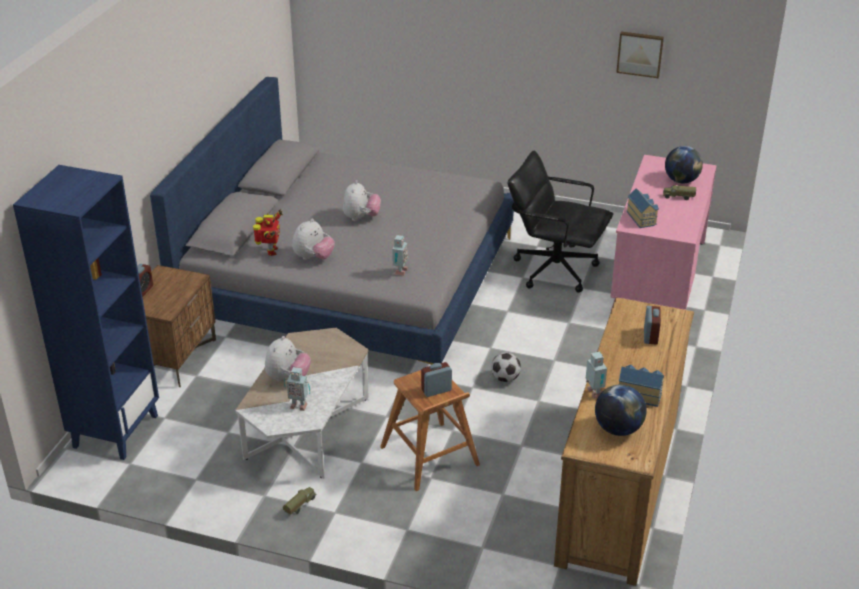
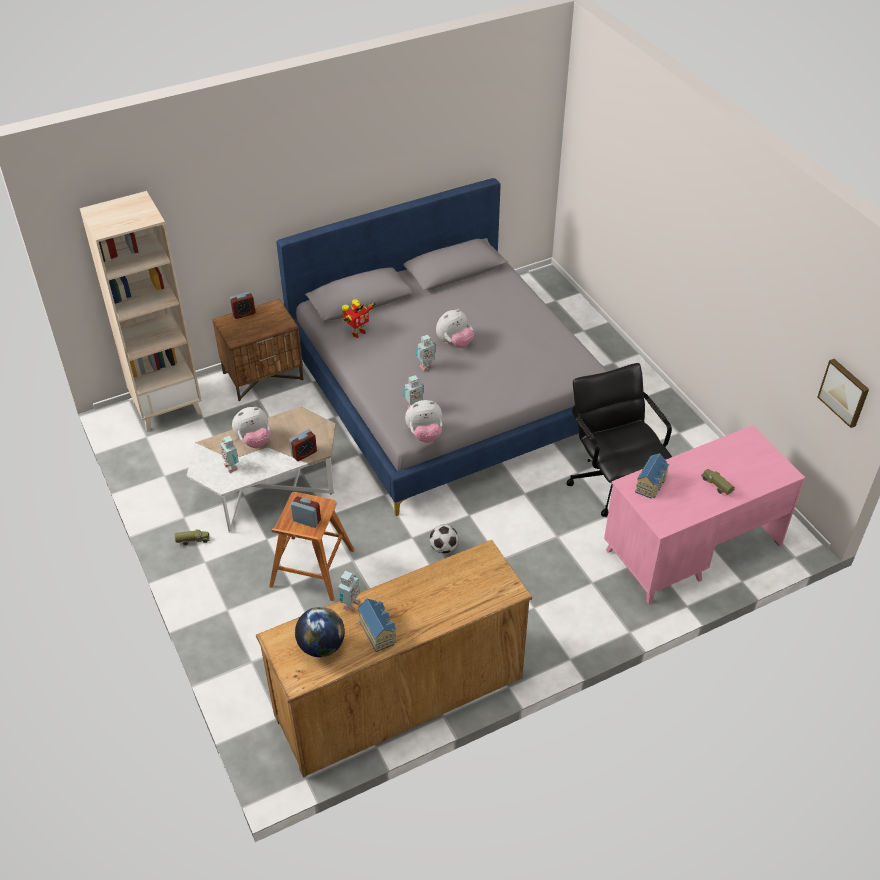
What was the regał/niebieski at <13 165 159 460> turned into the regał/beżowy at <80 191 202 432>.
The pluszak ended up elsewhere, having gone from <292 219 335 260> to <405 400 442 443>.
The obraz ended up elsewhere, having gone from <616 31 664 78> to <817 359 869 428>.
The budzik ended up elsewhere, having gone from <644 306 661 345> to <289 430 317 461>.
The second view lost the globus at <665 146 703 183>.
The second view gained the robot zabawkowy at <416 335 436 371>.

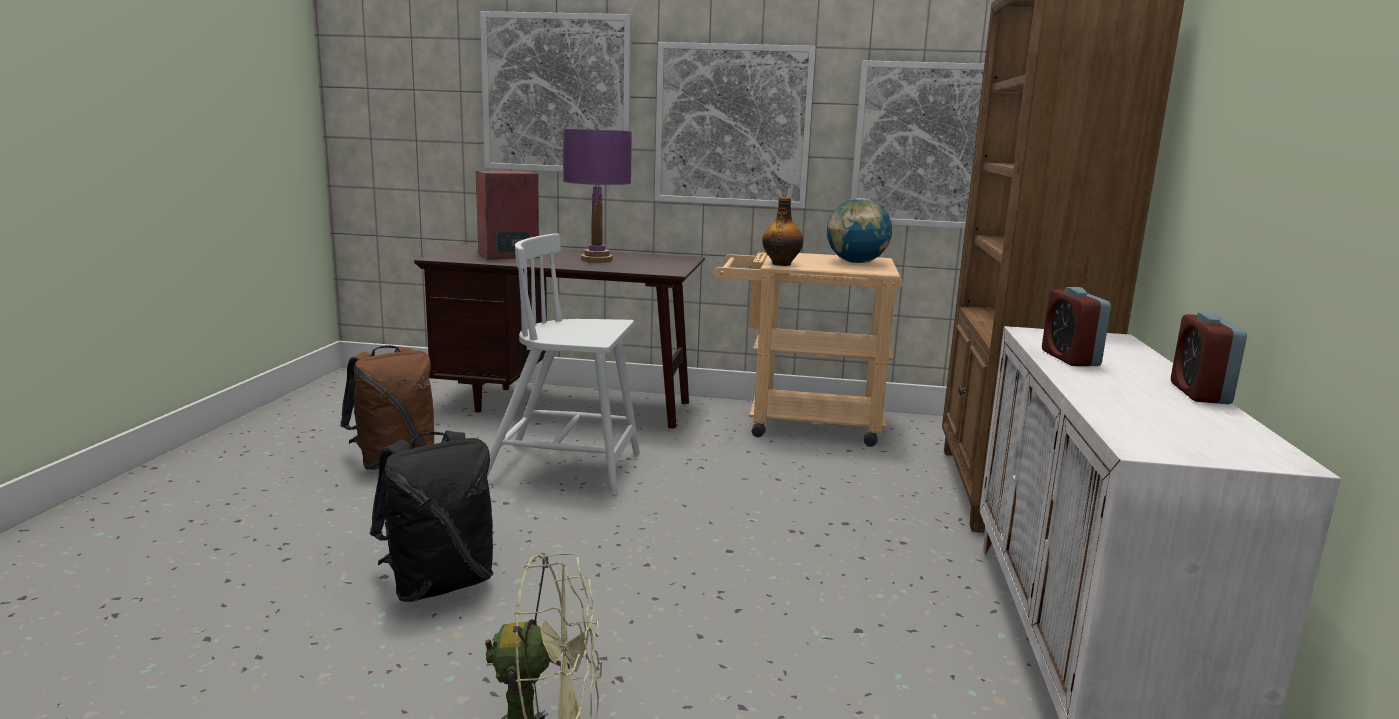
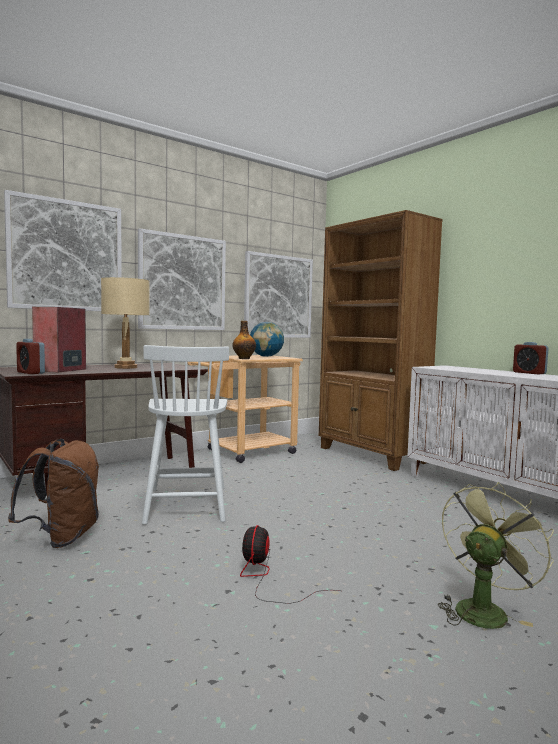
Where the plecak/czarny stood at <370 430 493 602>, the wentylator came to stand at <240 525 340 604>.
The krzesło/biały at <487 233 640 496> ended up facing another way, 60 degrees counterclockwise from before.
What was the lampa stołowa/fioletowy at <563 129 632 263> turned into the lampa stołowa/beżowy at <101 277 149 369>.
The budzik ended up elsewhere, having gone from <1042 287 1111 366> to <16 339 45 374>.

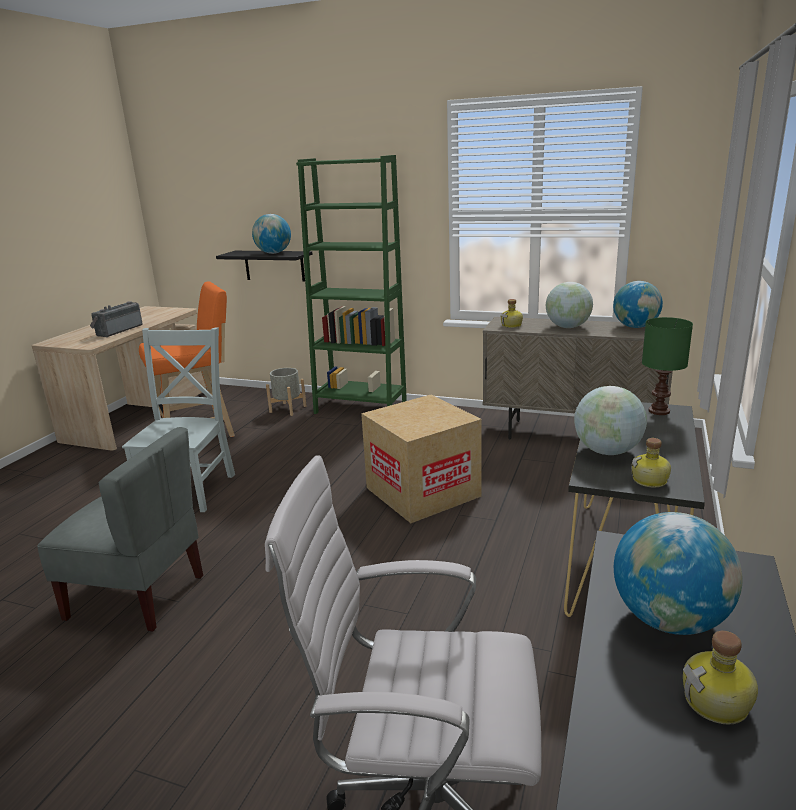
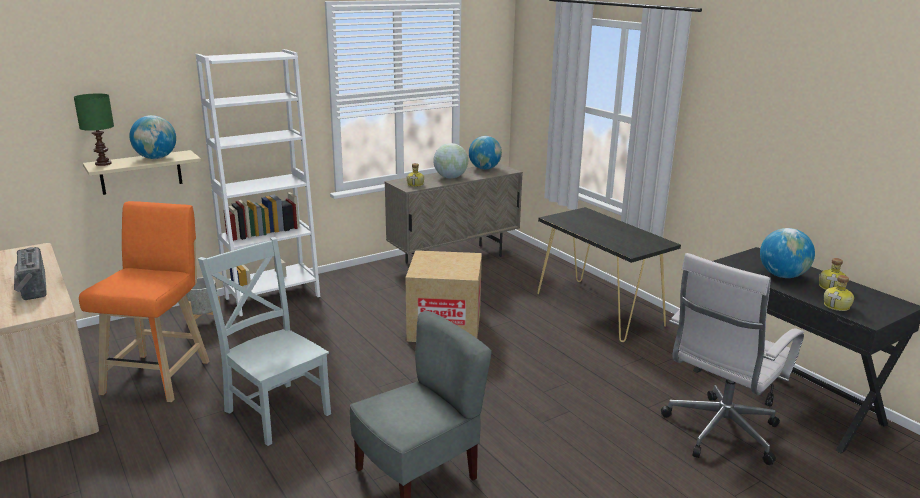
What was the półka/czarny at <216 251 313 282> turned into the półka/beżowy at <83 150 201 195>.
What was the regał/zielony at <296 155 407 414> turned into the regał/biały at <196 49 320 316>.
The second view lost the globus at <574 386 647 455>.
The butelka ended up elsewhere, having gone from <631 438 671 487> to <824 275 854 311>.
The lampa stołowa/zielony ended up elsewhere, having gone from <642 317 693 415> to <74 93 114 166>.

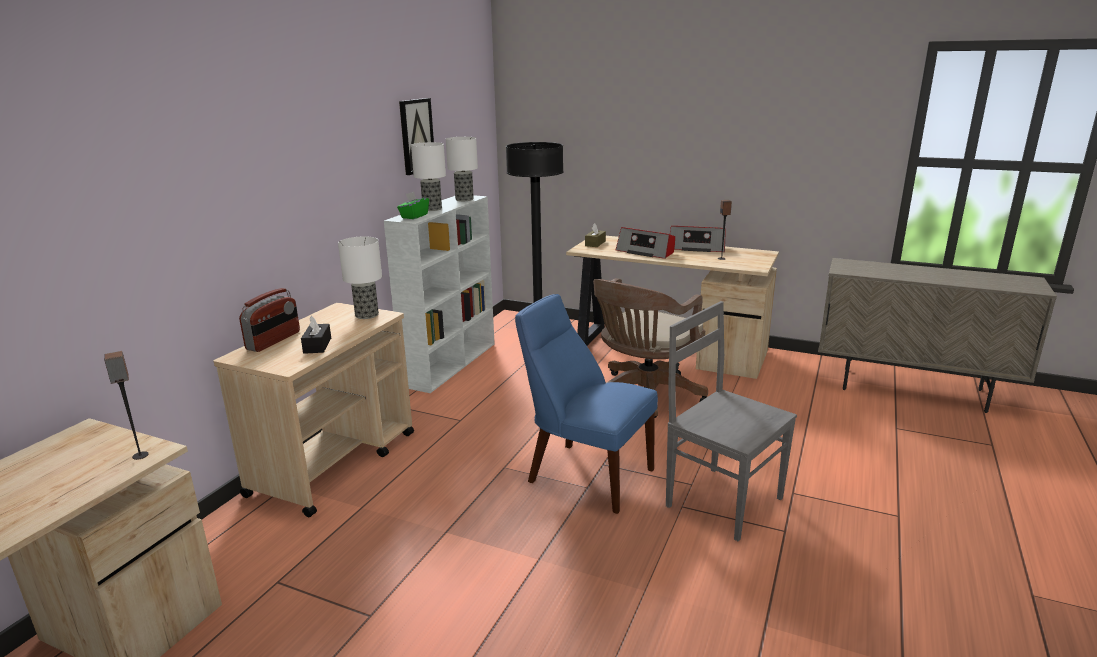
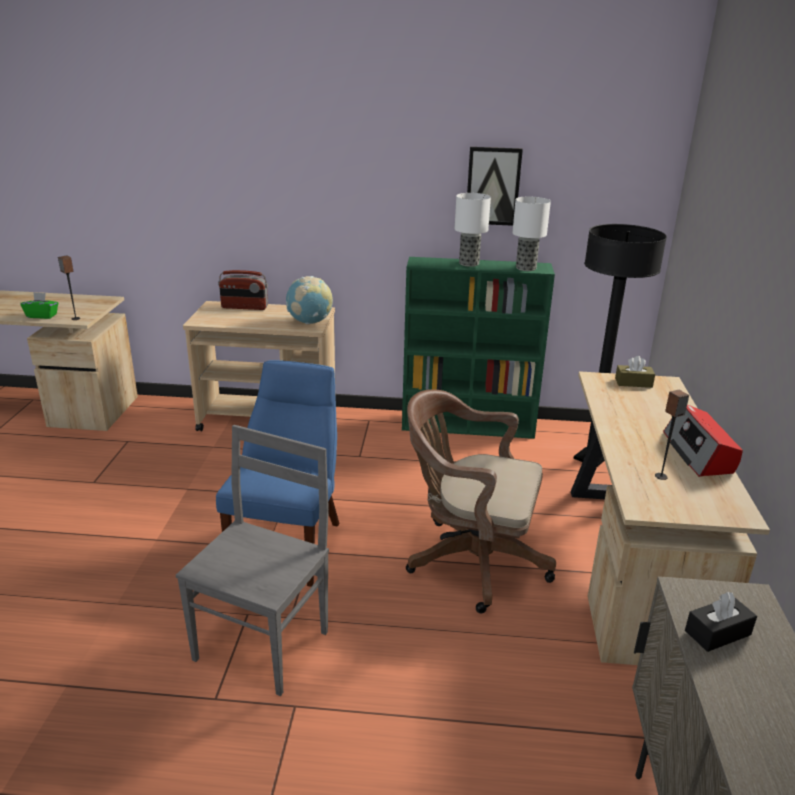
The pudełko chusteczek/czarny ended up elsewhere, having gone from <301 316 331 354> to <685 592 757 652>.
Where the lampa stołowa stood at <338 236 382 319>, the globus came to stand at <286 276 333 324>.
What was the regał/biały at <384 195 495 393> turned into the regał/zielony at <402 257 555 439>.
The pudełko chusteczek/zielony ended up elsewhere, having gone from <397 191 429 219> to <20 292 58 319>.
The second view lost the radio at <616 227 675 259>.

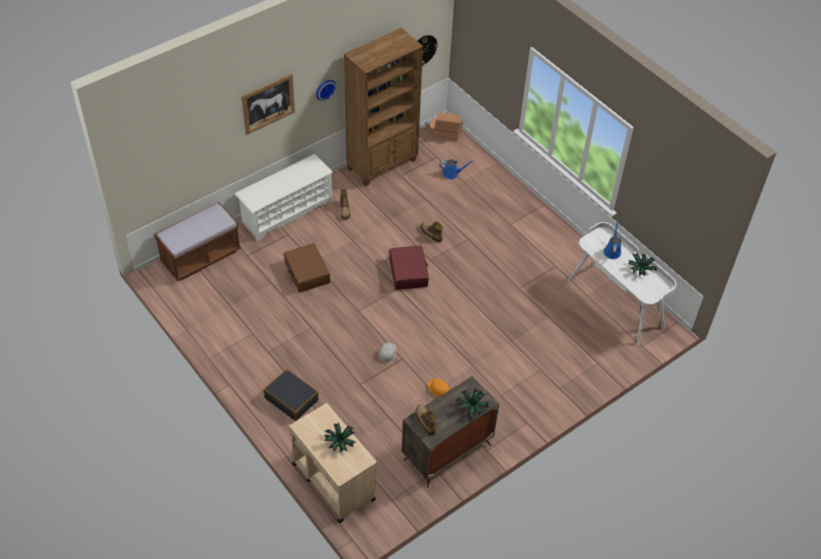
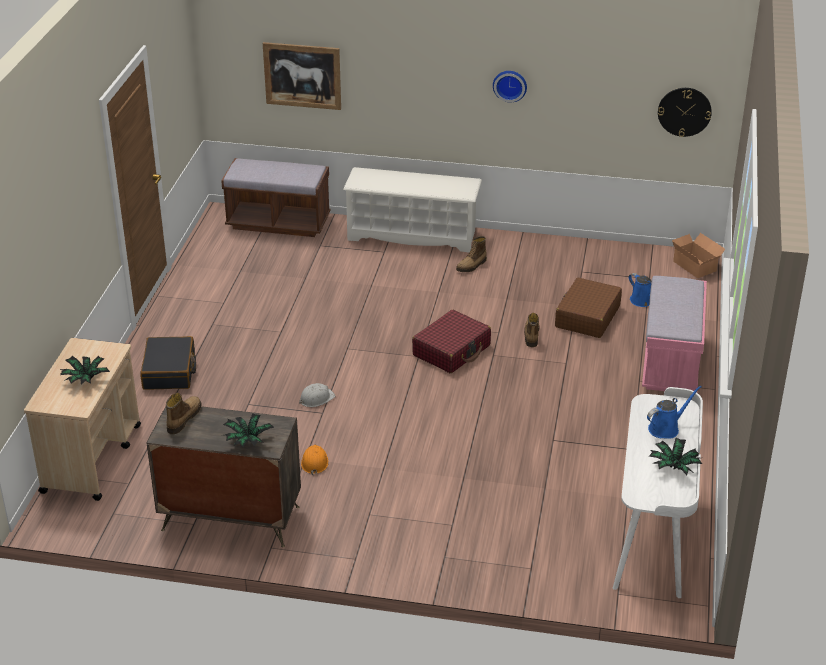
The obraz ended up elsewhere, having gone from <241 74 295 135> to <263 42 341 110>.
The walizka/brązowy ended up elsewhere, having gone from <284 243 330 292> to <555 278 622 338>.
The second view lost the regał/brązowy at <344 28 423 187>.
The second view gained the ławka/różowy at <642 276 707 393>.

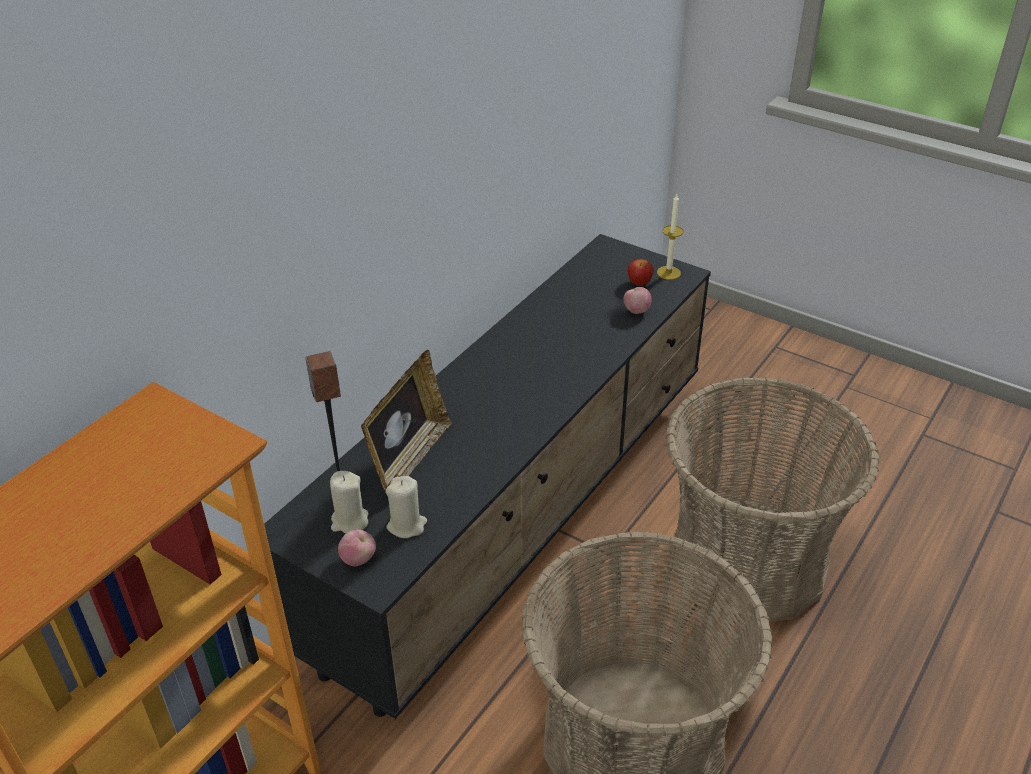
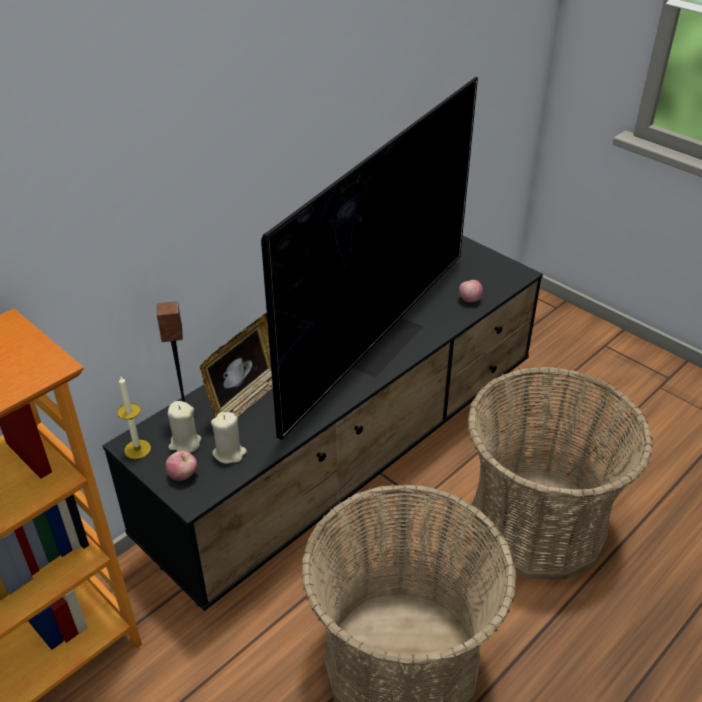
The second view lost the jabłko at <627 259 654 286>.
The świeca ended up elsewhere, having gone from <657 194 684 280> to <117 376 151 459>.
The second view gained the telewizor at <261 77 478 440>.

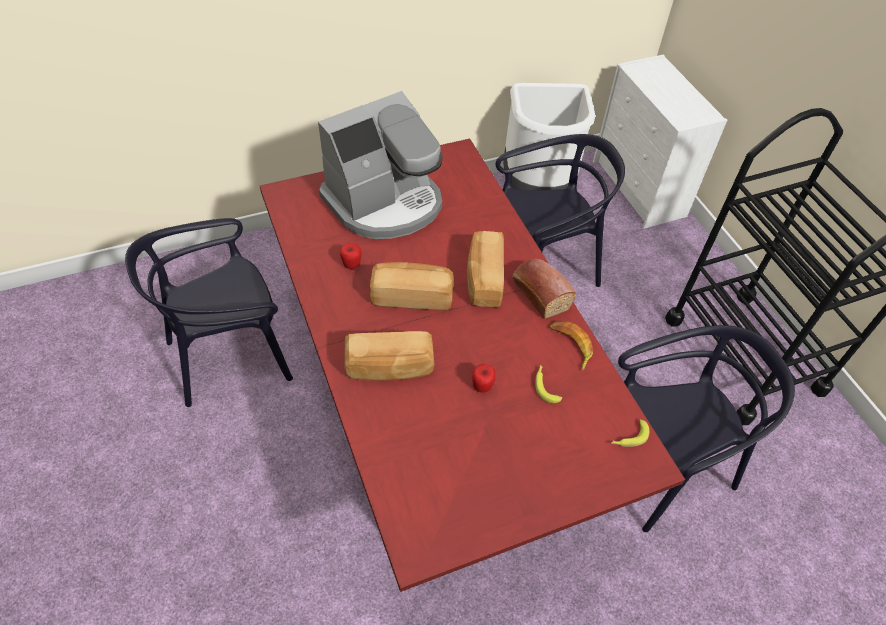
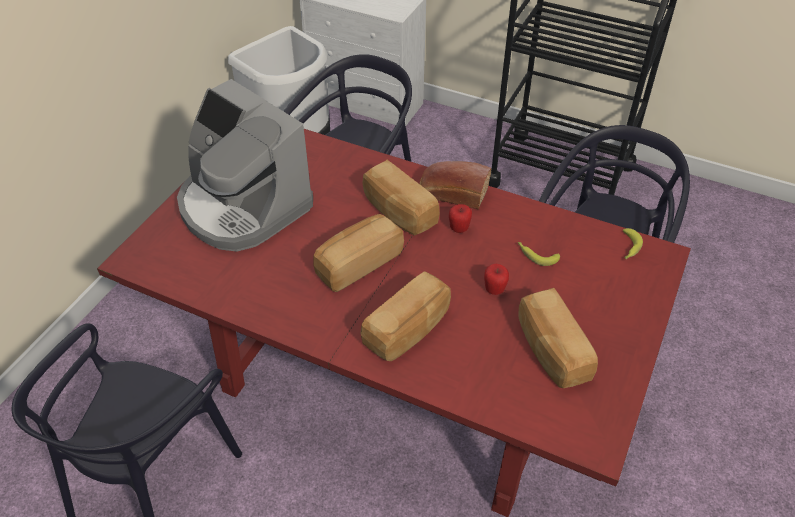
The ekspres do kawy at <318 91 443 239> ended up facing another way, 120 degrees clockwise from before.
The jabłko ended up elsewhere, having gone from <340 243 362 269> to <449 204 472 233>.
The second view lost the banan at <550 321 593 370>.
The second view gained the chleb at <519 288 598 388>.

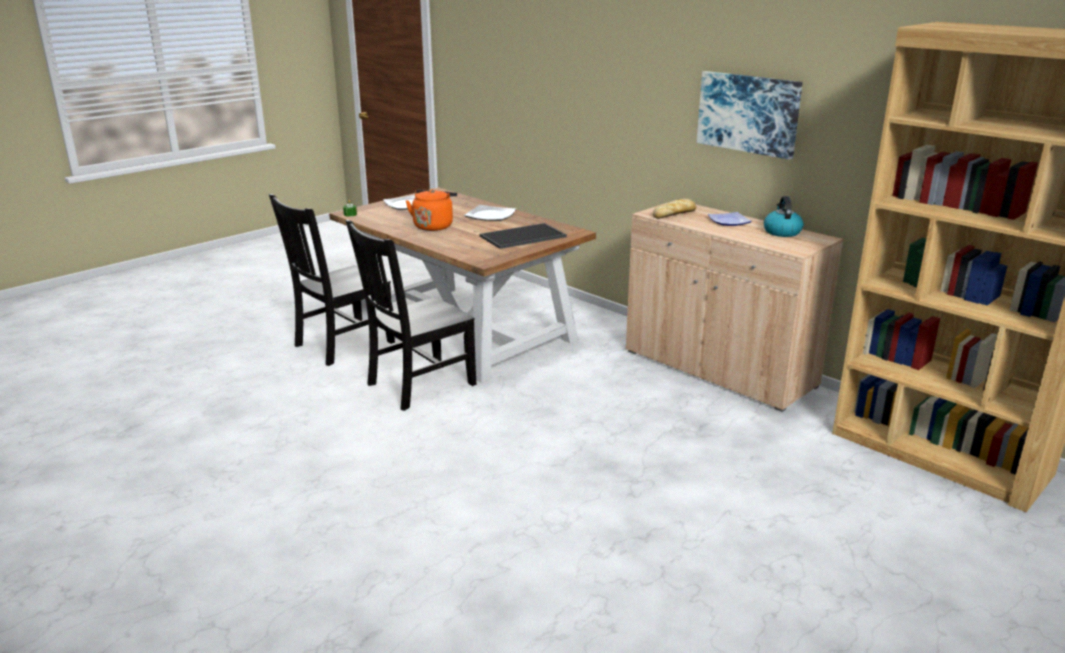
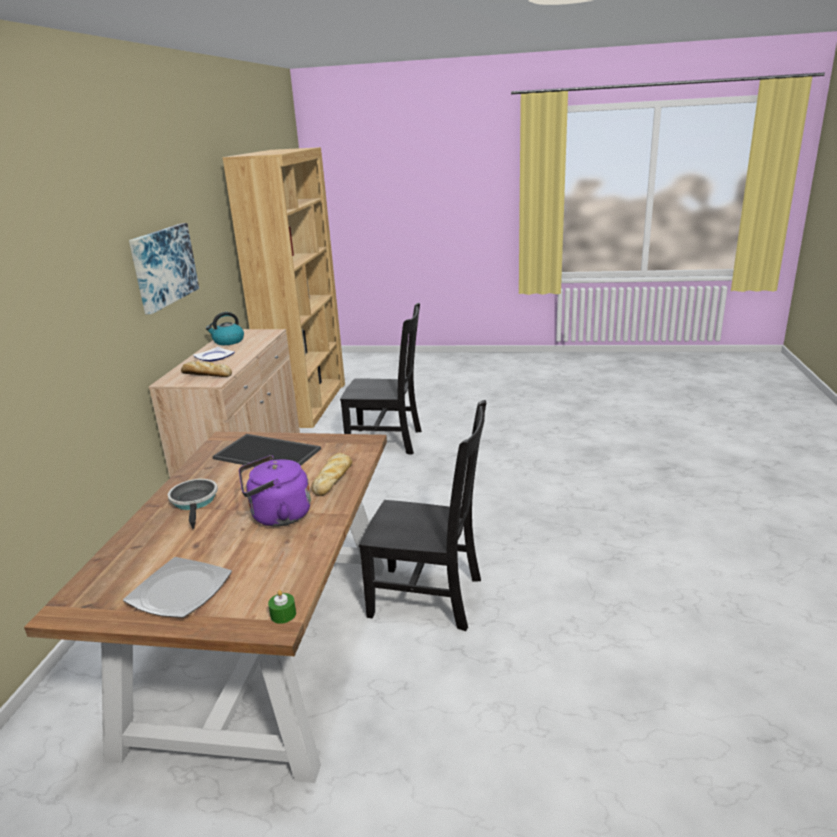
The krzesło/czarny ended up elsewhere, having gone from <269 194 395 366> to <340 303 422 455>.
What was the czajnik/pomarańczowy at <406 189 457 231> turned into the czajnik/fioletowy at <239 455 311 526>.
Where the talerz stood at <464 205 516 221>, the patelnia came to stand at <168 479 218 529>.
The second view gained the chleb at <312 453 352 496>.

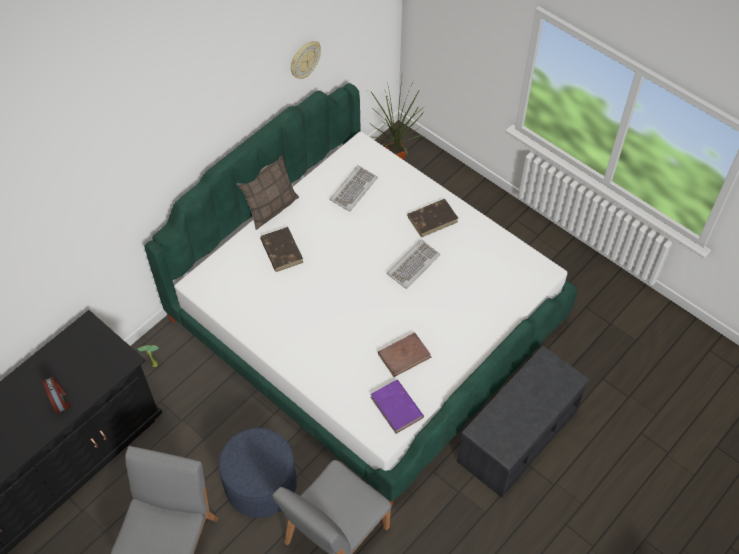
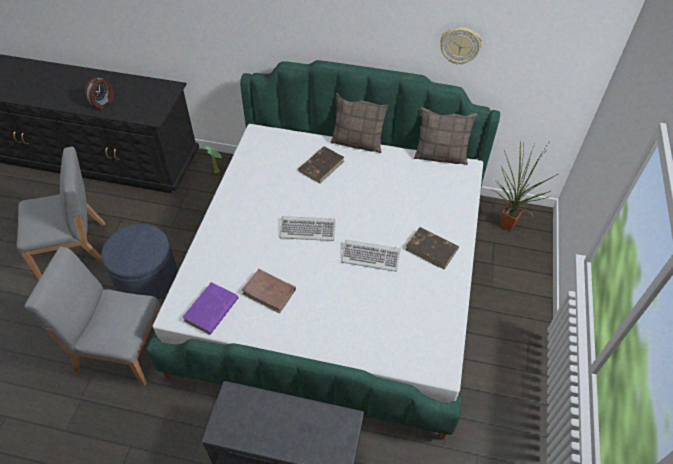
The klawiatura ended up elsewhere, having gone from <330 165 378 212> to <279 216 336 241>.
The second view gained the poduszka at <414 108 477 165>.

